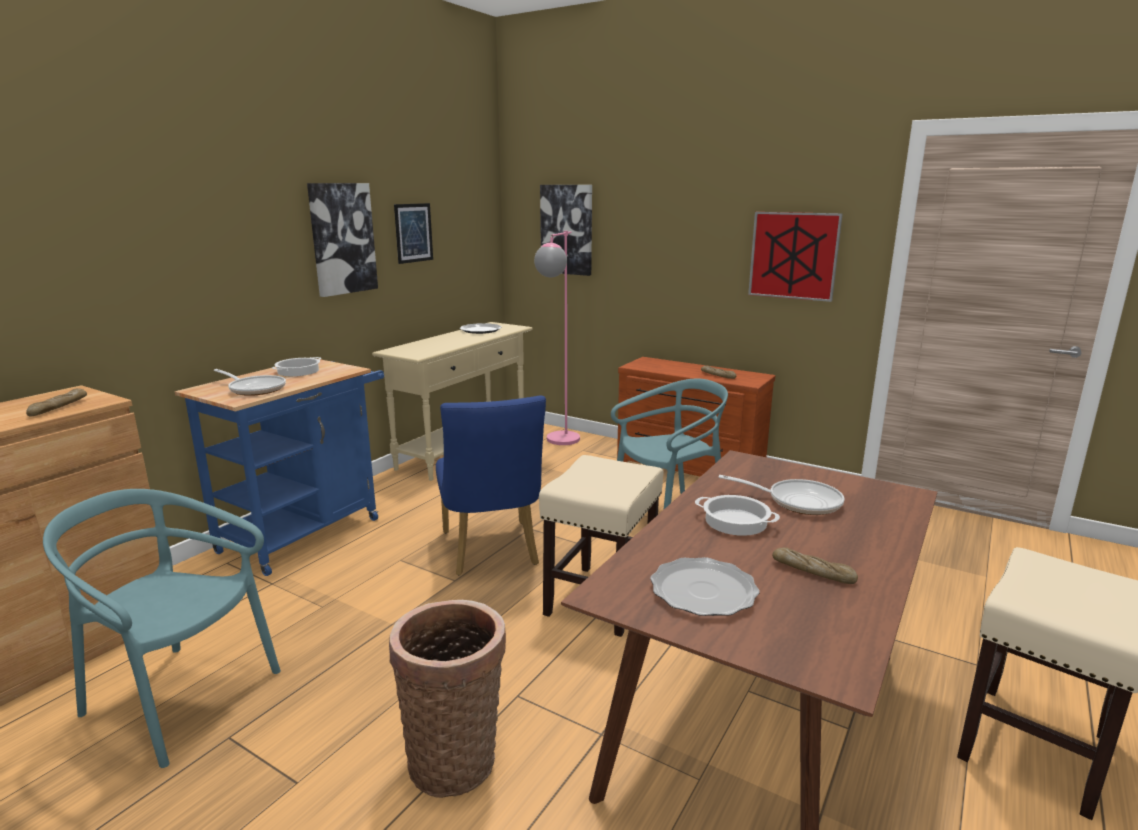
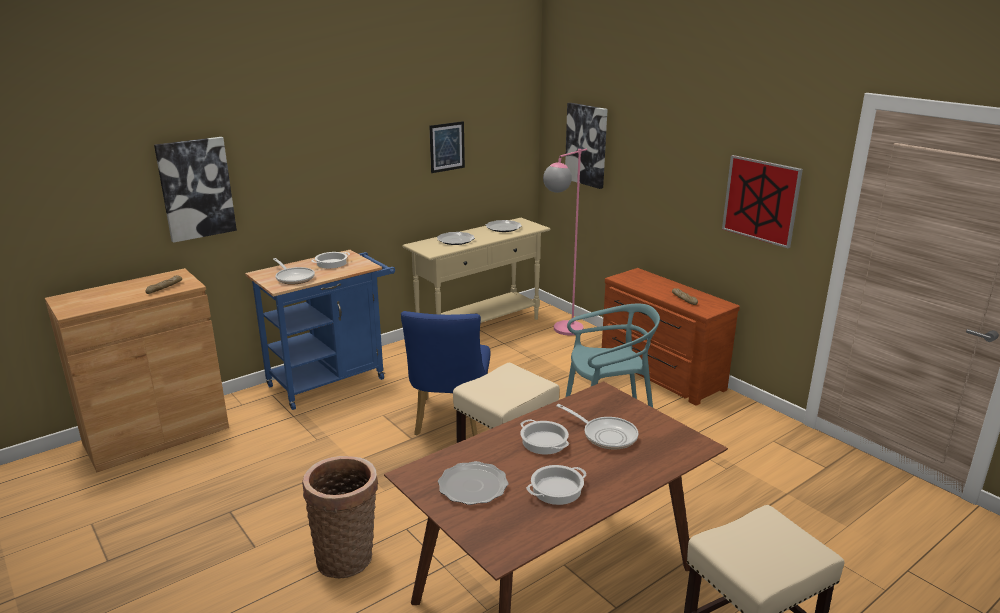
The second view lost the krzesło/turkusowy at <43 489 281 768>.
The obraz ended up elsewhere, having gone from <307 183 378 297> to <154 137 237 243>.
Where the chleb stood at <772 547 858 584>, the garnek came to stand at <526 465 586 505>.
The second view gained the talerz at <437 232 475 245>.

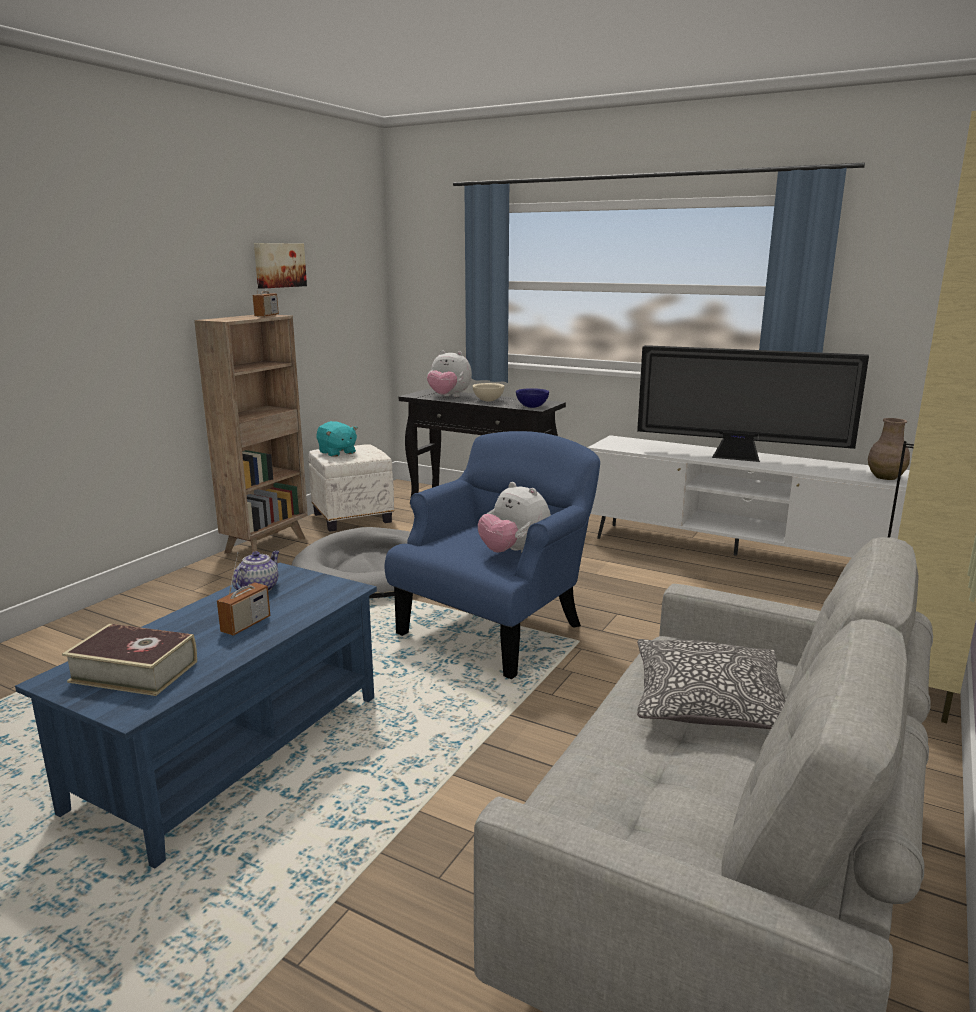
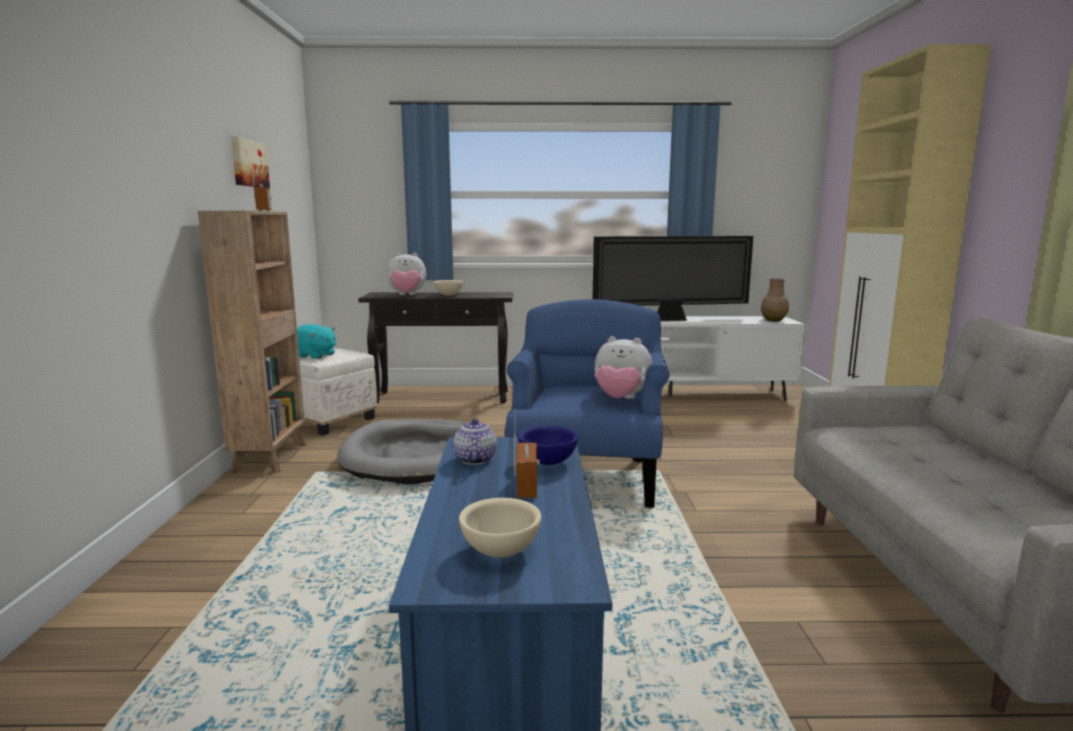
Where the książka stood at <62 624 197 696>, the miska/beżowy came to stand at <459 498 542 558>.
The miska/niebieski ended up elsewhere, having gone from <516 388 549 408> to <518 426 579 465>.
The second view lost the poduszka at <637 639 786 729>.

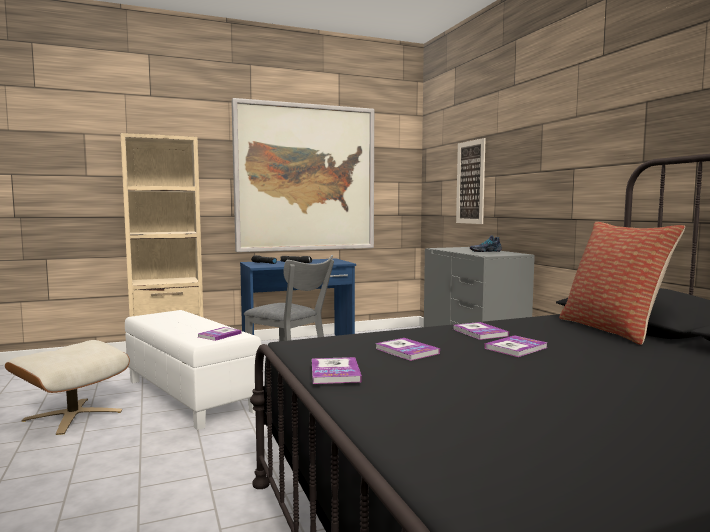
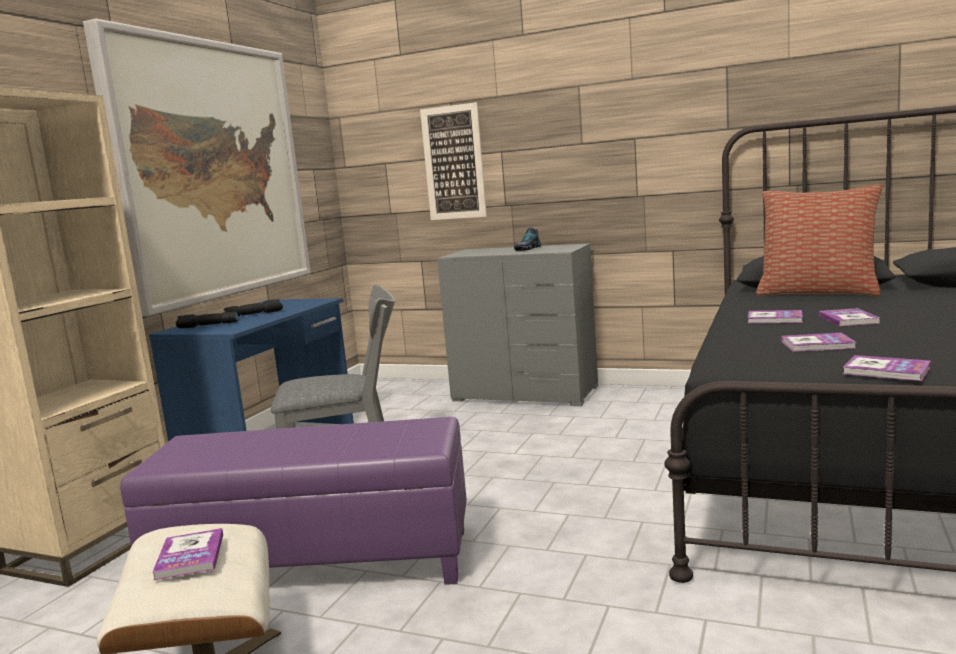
What was the pufa/biały at <125 310 261 430> turned into the pufa/fioletowy at <120 417 467 585>.
The książka ended up elsewhere, having gone from <198 327 241 341> to <152 528 223 581>.

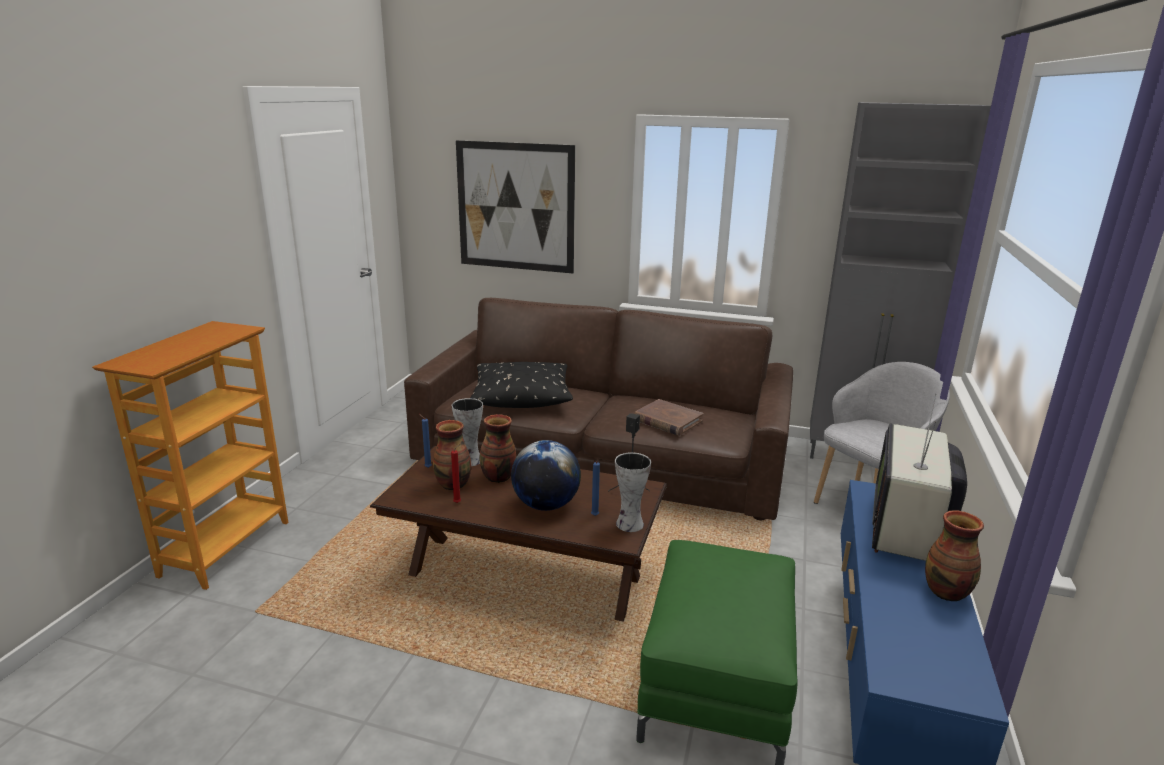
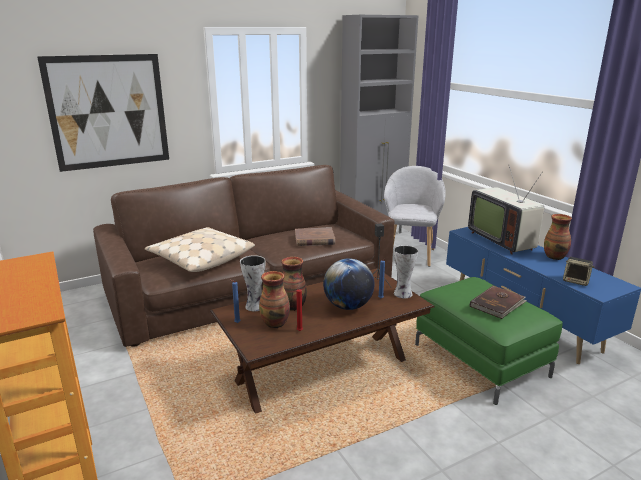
What was the poduszka/czarny at <470 362 573 408> turned into the poduszka/beżowy at <145 227 255 272>.
The second view gained the książka/brązowy at <470 286 527 319>.
The second view gained the głośnik at <563 257 595 286>.

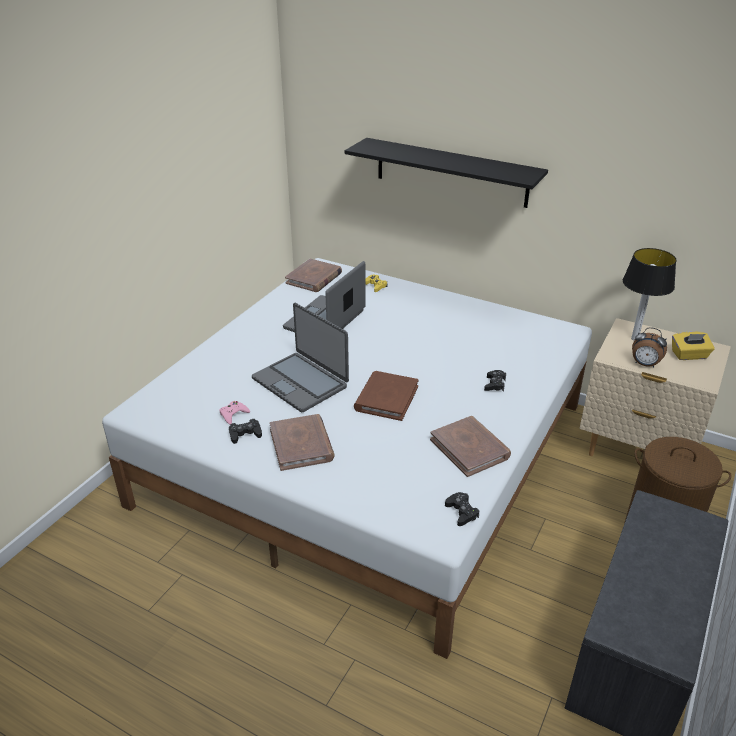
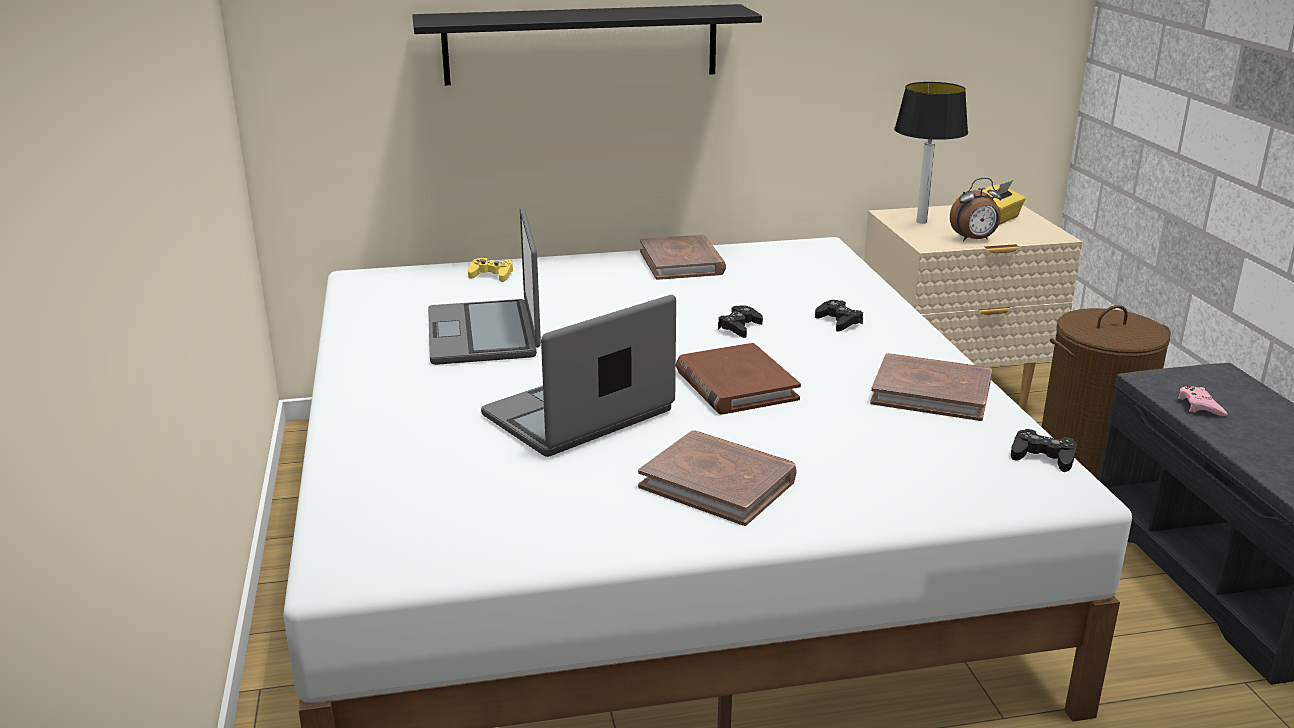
The pad do gier/różowy ended up elsewhere, having gone from <219 401 250 425> to <1178 386 1227 416>.
The pad do gier/czarny ended up elsewhere, having gone from <229 419 262 444> to <718 305 763 338>.
The laptop at <252 303 349 412> ended up facing another way, 135 degrees clockwise from before.
The książka/brązowy ended up elsewhere, having gone from <285 259 342 292> to <640 235 726 280>.

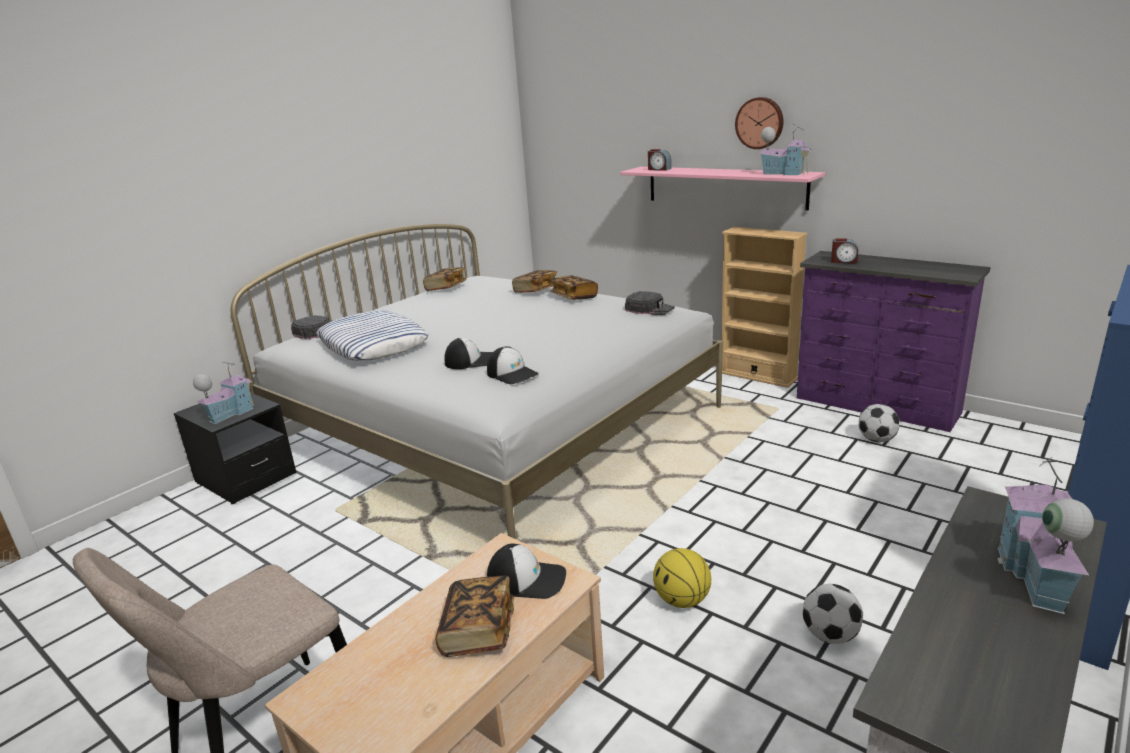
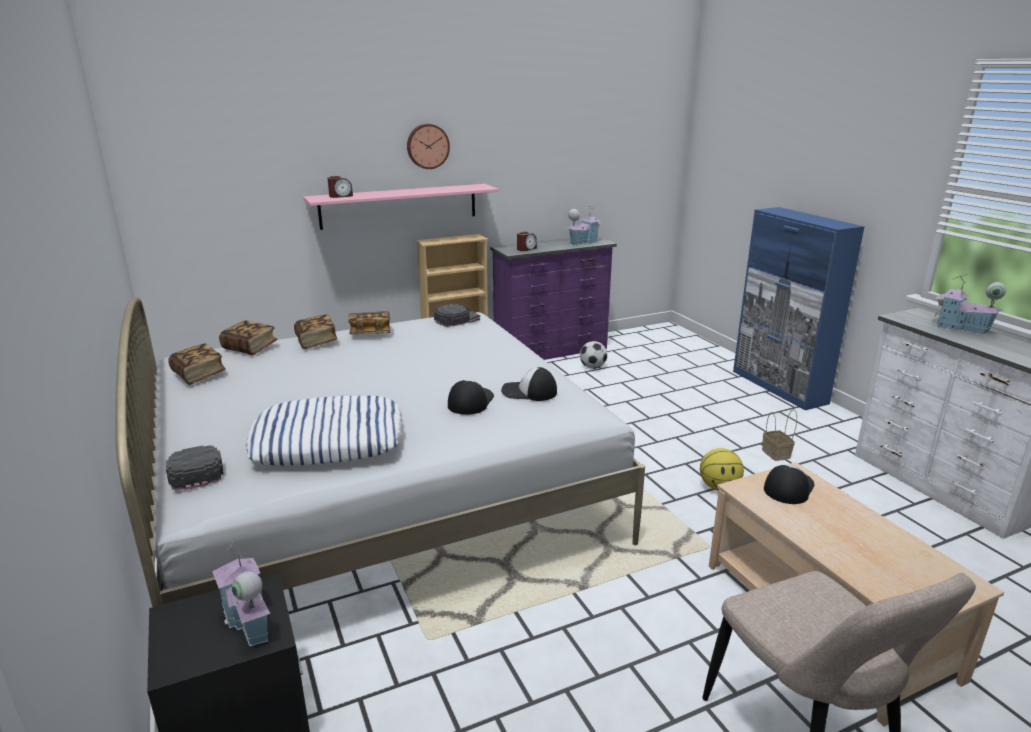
The książka ended up elsewhere, having gone from <436 576 514 657> to <219 320 278 355>.
The czapka z daszkiem at <487 346 539 384> ended up facing another way, 150 degrees counterclockwise from before.
The domek ended up elsewhere, having gone from <760 123 812 175> to <567 205 601 245>.
Where the piłka futbolowa stood at <803 584 863 644>, the koszyk came to stand at <762 409 797 461>.

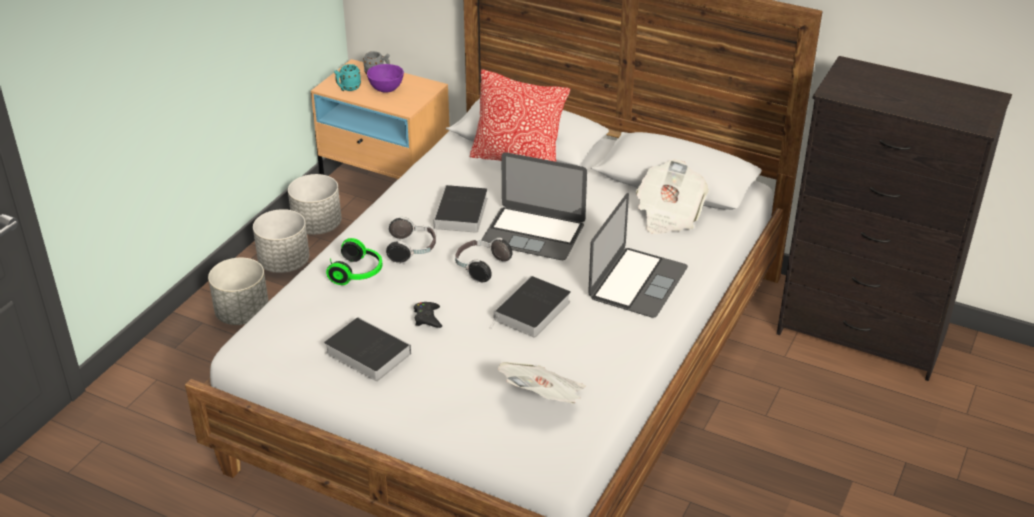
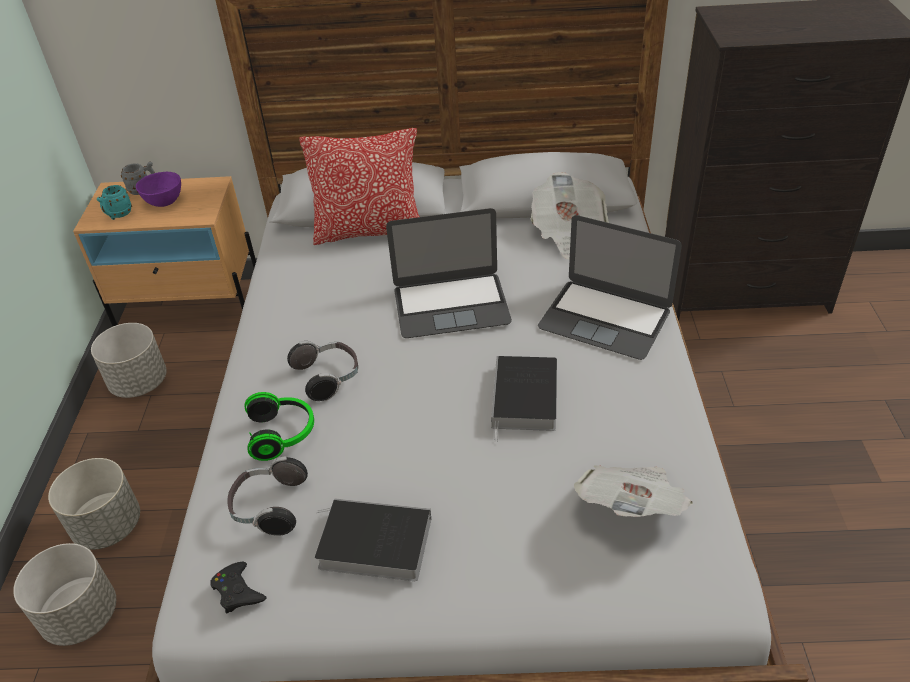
The donica/szary ended up elsewhere, having gone from <253 209 309 273> to <13 543 116 646>.
The pad do gier/czarny ended up elsewhere, having gone from <414 302 442 328> to <210 562 266 614>.
The second view lost the książka at <433 185 488 236>.
The słuchawki ended up elsewhere, having gone from <455 238 512 283> to <228 457 308 536>.
The laptop at <588 193 688 318> ended up facing another way, 120 degrees clockwise from before.

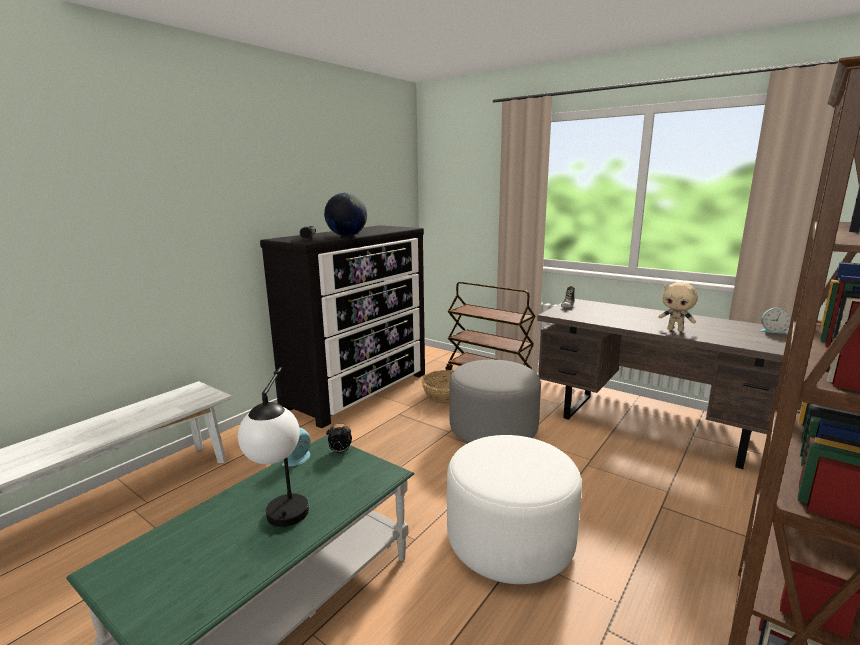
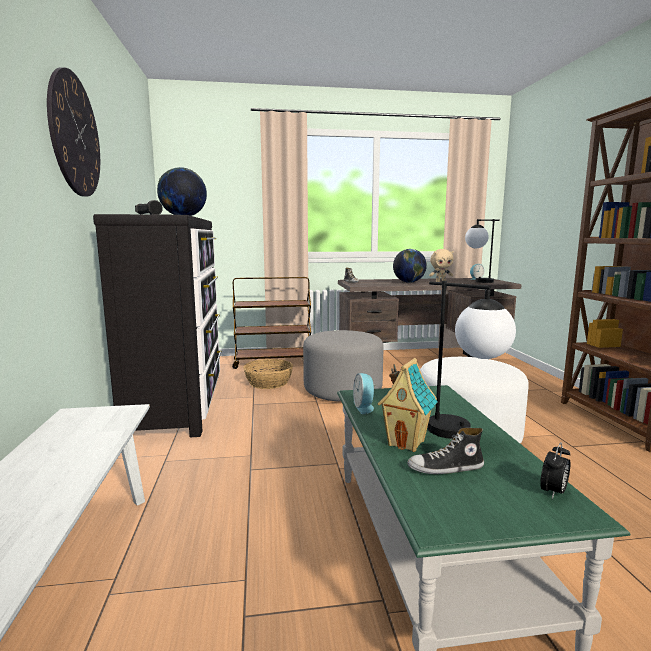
The budzik ended up elsewhere, having gone from <326 423 352 453> to <540 442 570 499>.
The second view gained the zegar ścienny at <47 67 100 197>.
The second view gained the domek at <377 358 438 452>.
The second view gained the globus at <393 249 427 283>.
The second view gained the but at <407 428 484 474>.
The second view gained the lampa stołowa at <465 219 500 283>.

